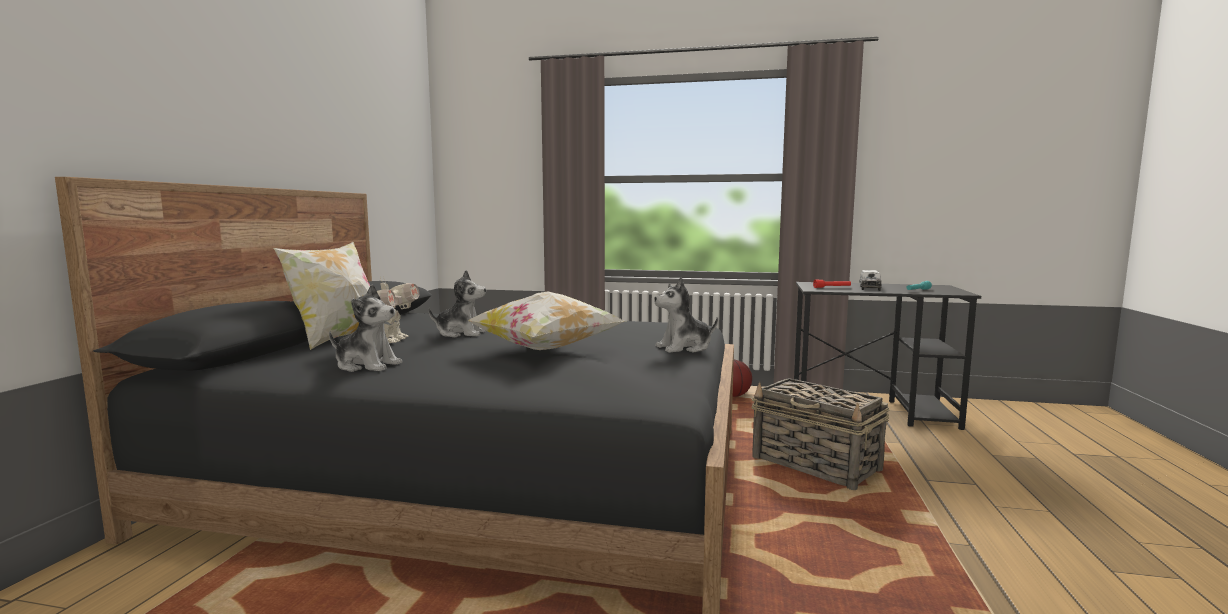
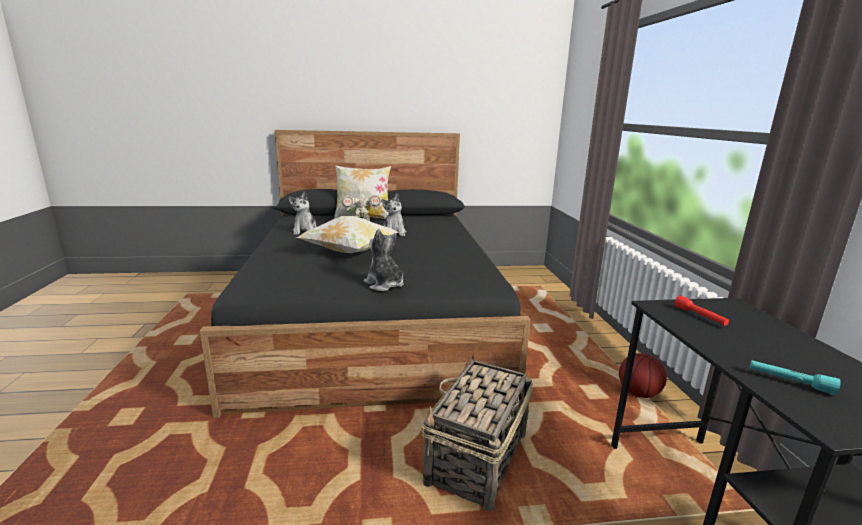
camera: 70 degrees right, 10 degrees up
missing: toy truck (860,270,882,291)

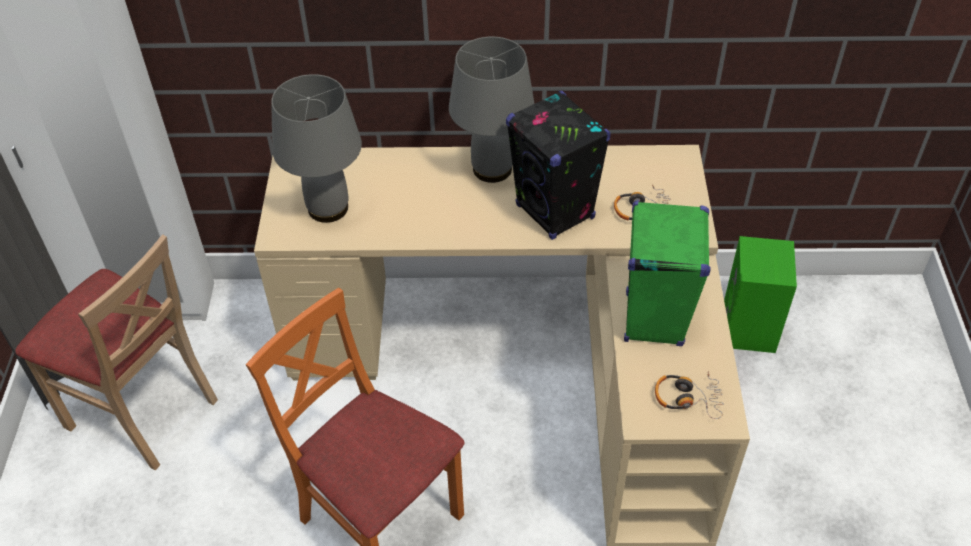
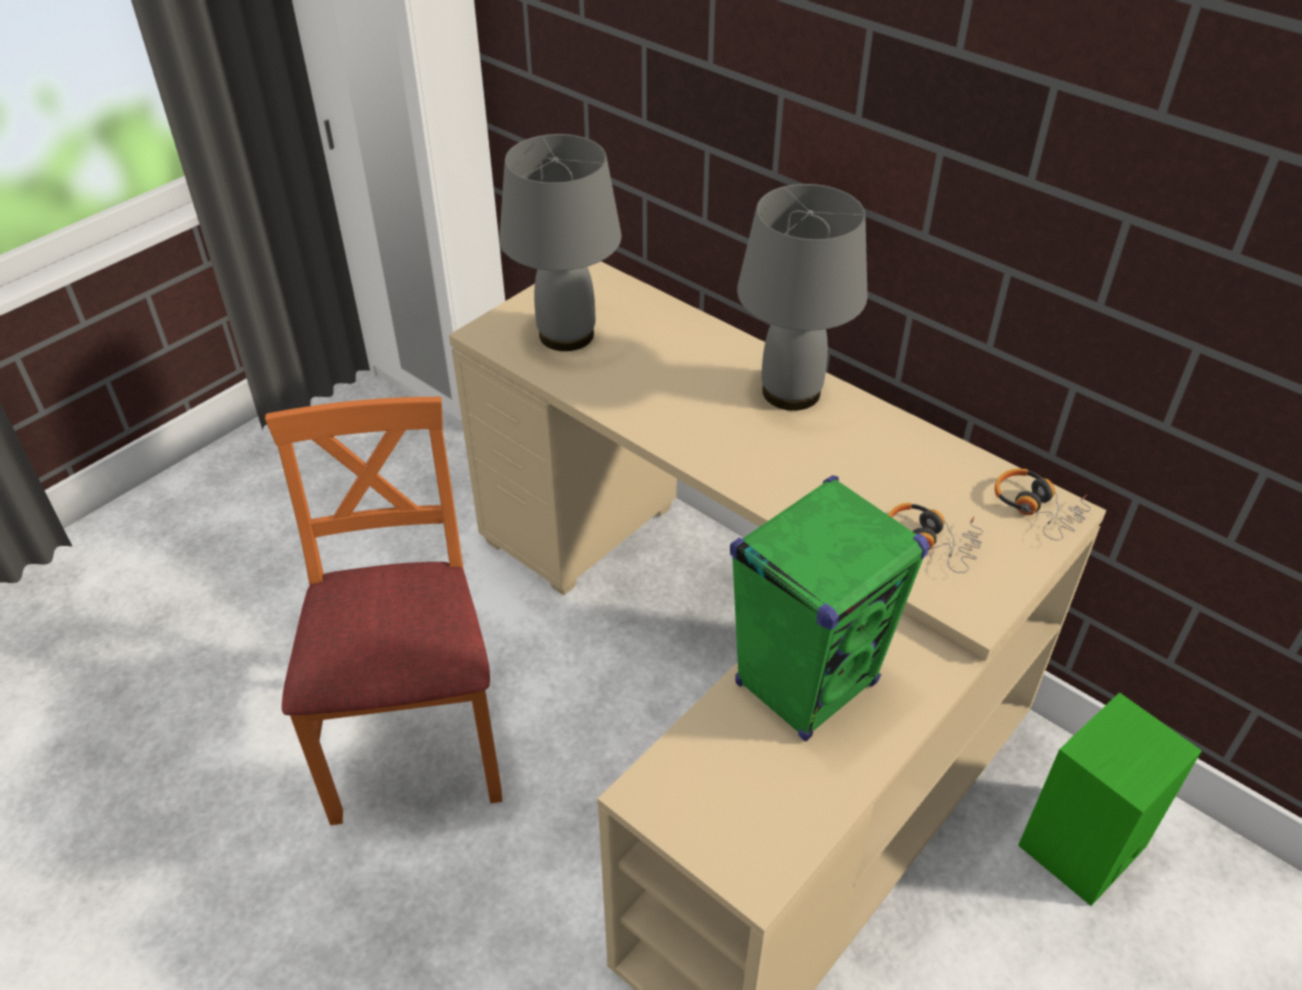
camera: 40 degrees right, 5 degrees down
missing: sand-coloured plain chair (15,234,218,470); black-coloured speaker (506,91,611,240)
relocated: headphones (655,371,724,419) to (995,469,1091,540)

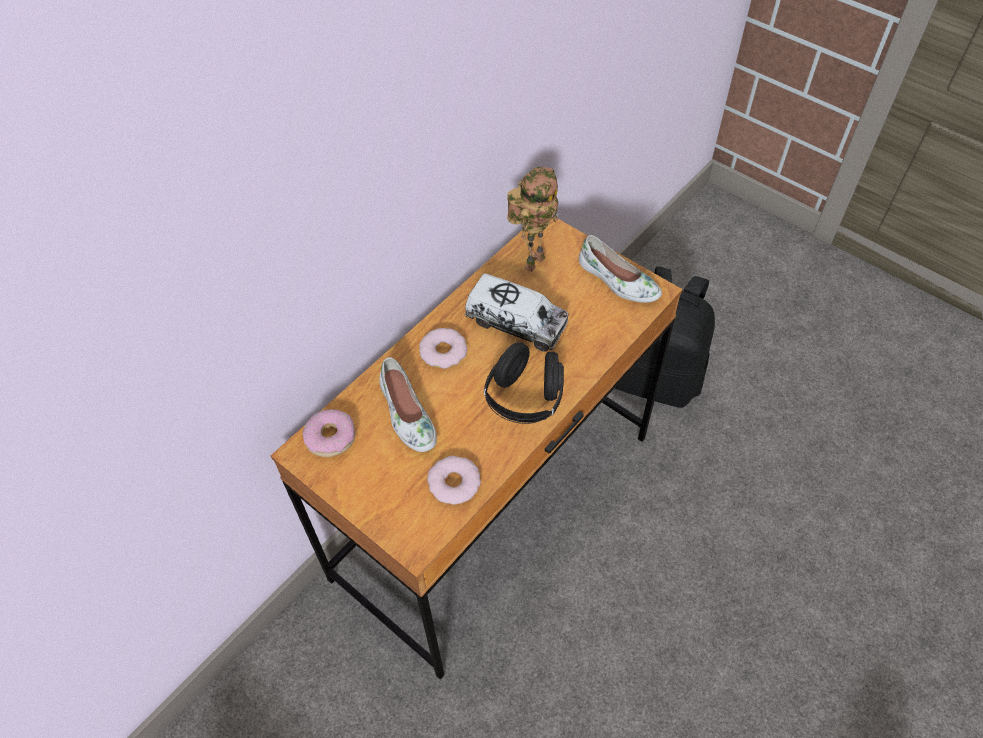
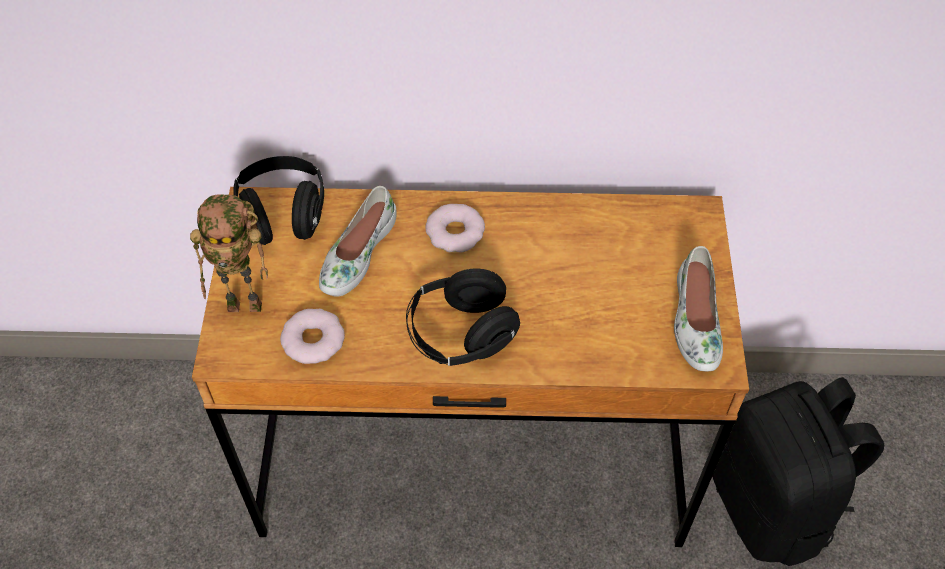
camera: 50 degrees right, 0 degrees up
missing: toy truck (465,273,569,352)
relocated: toy robot (507,167,558,272) to (190,194,268,312)
exchanged: donut (303,409,355,457) to black-coloured headphones (233,156,324,245)

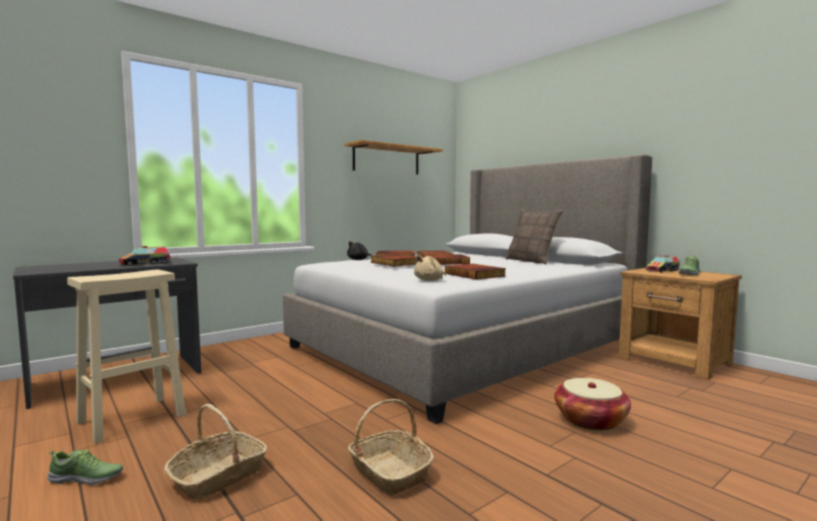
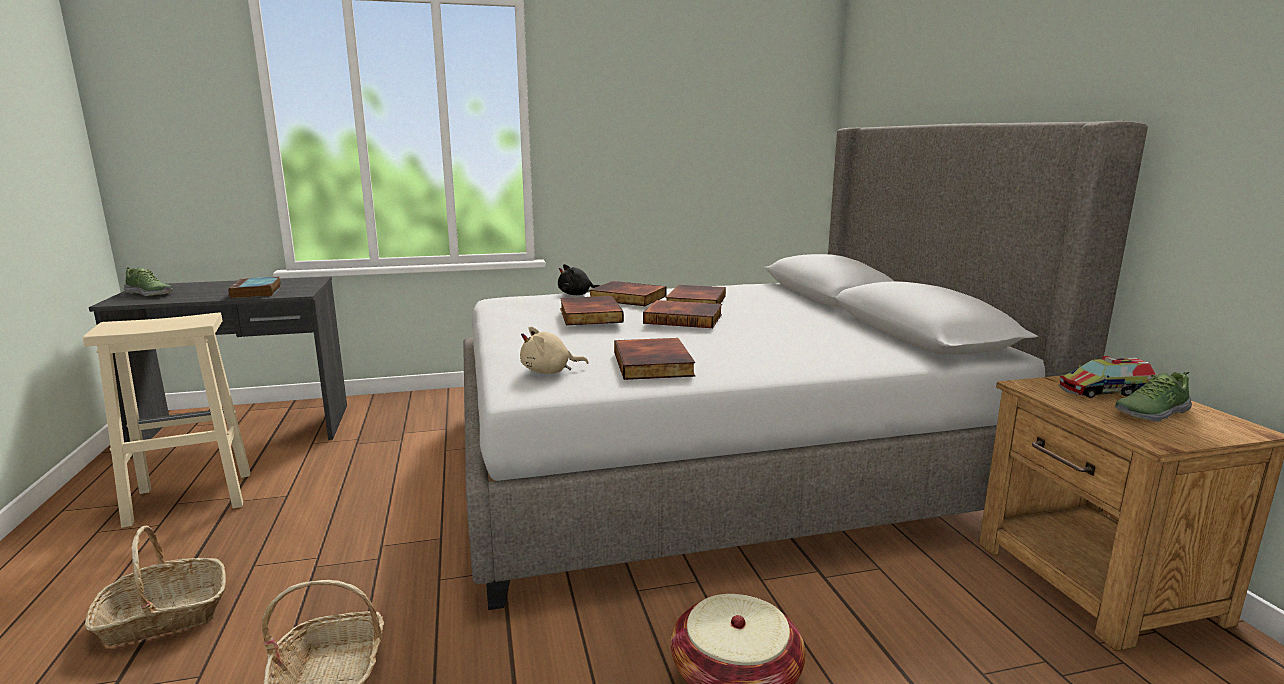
camera: 25 degrees right, 10 degrees up
missing: shelf (344,140,443,175); pillow (506,210,563,264)
relocated: low shoe (47,449,123,485) to (124,267,173,296)
exchanged: toy truck (119,246,170,266) to book (228,276,281,298)

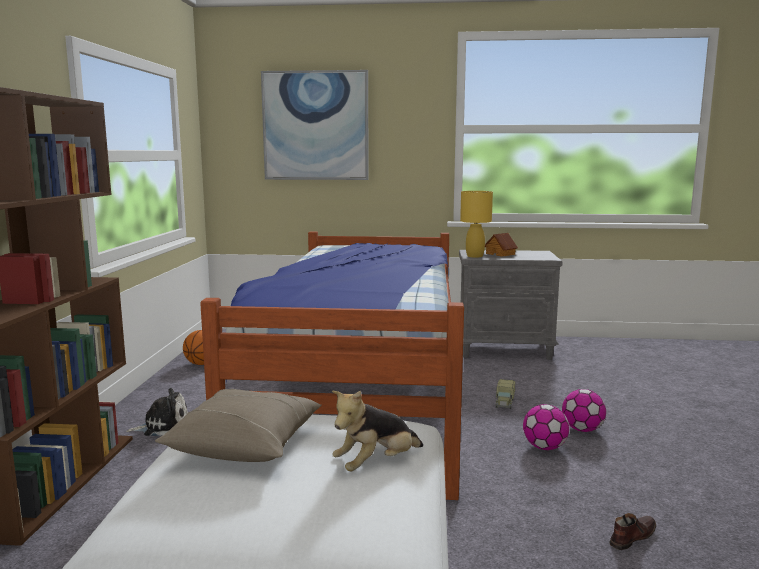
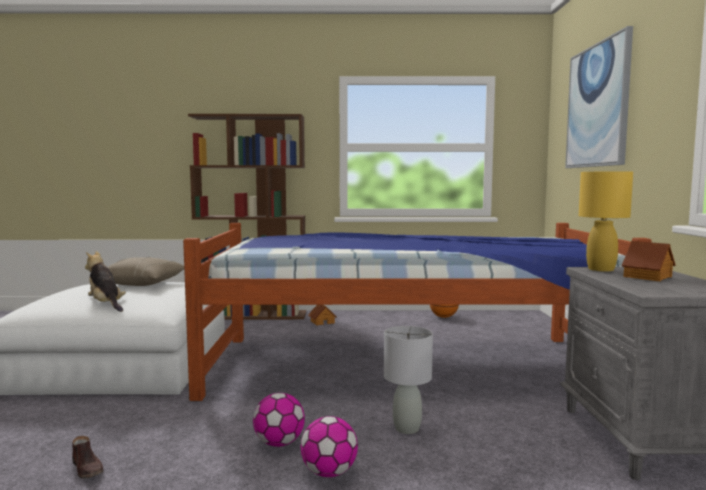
camera: 85 degrees right, 5 degrees down
exchanged: plush toy (126,388,188,436) to miniature house (308,305,337,326); toy truck (495,379,515,409) to greyish lamp for a table (384,326,433,434)

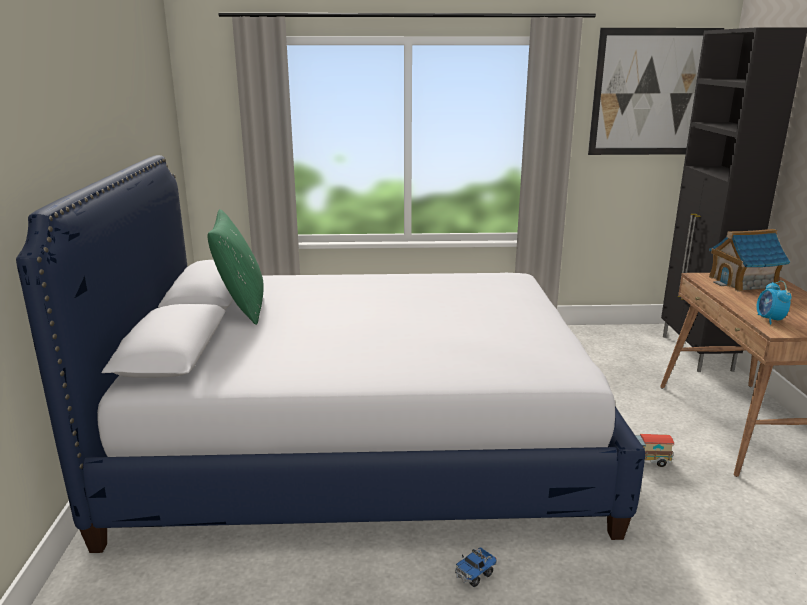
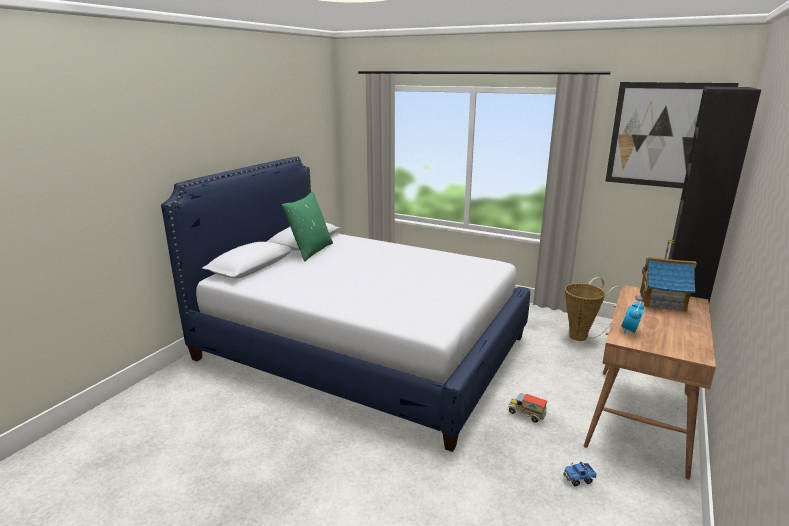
camera: 30 degrees right, 0 degrees up
appeared: storage basket (565,277,621,341)
relocated: toy truck (455,547,497,587) to (563,462,596,486)

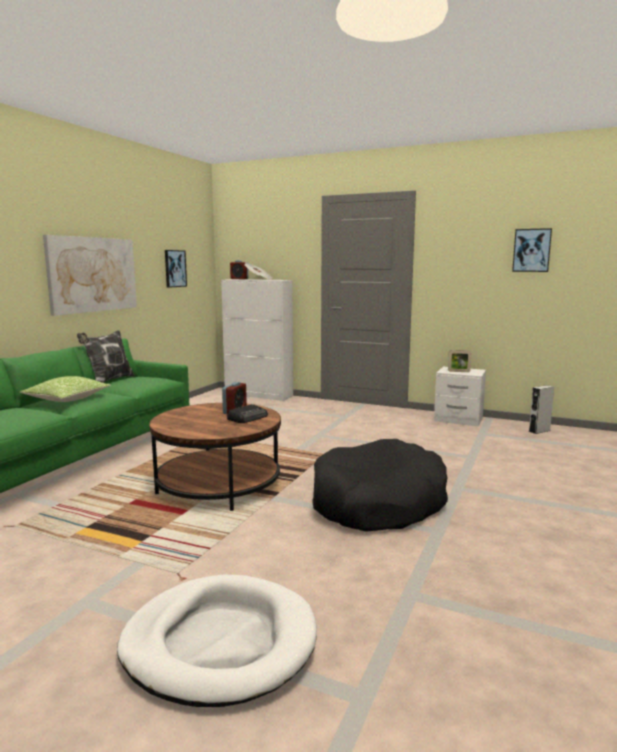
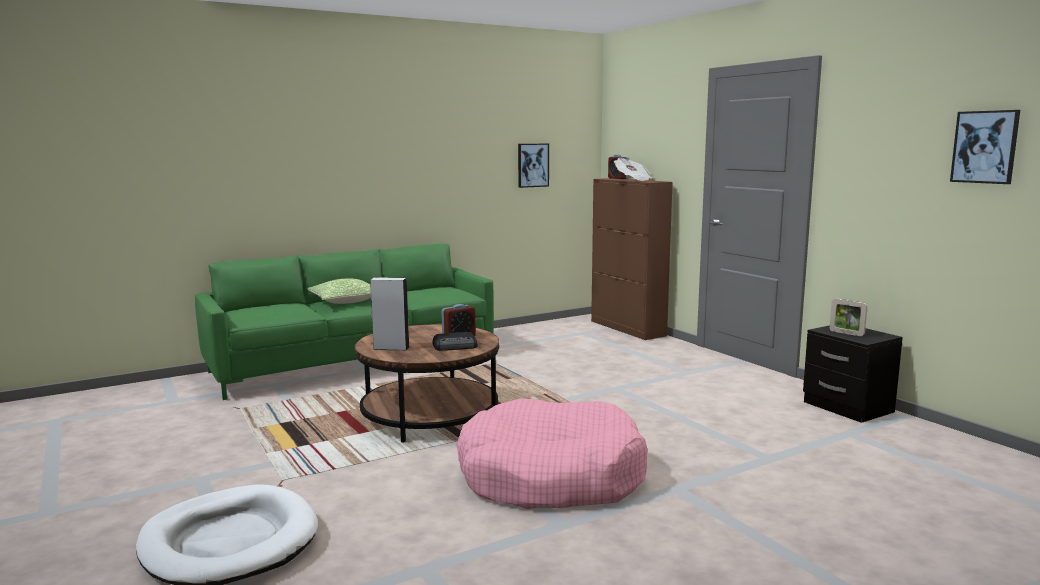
camera: 35 degrees right, 0 degrees up
missing: wall art (43,235,137,316); pillow (77,330,135,383)
relocated: greyish speaker (529,385,554,434) to (370,277,409,351)
colour: white cupboard (221,279,293,401) to brown cupboard (591,178,673,340); black-coloured pet bed (312,439,448,532) to pinkish pet bed (456,398,648,509); white bedside table (434,367,486,426) to black-coloured bedside table (803,325,903,423)

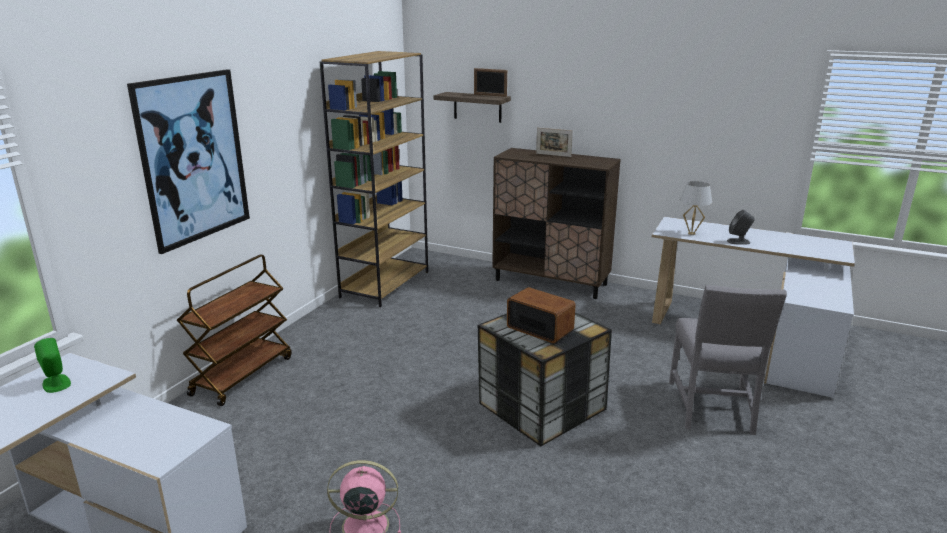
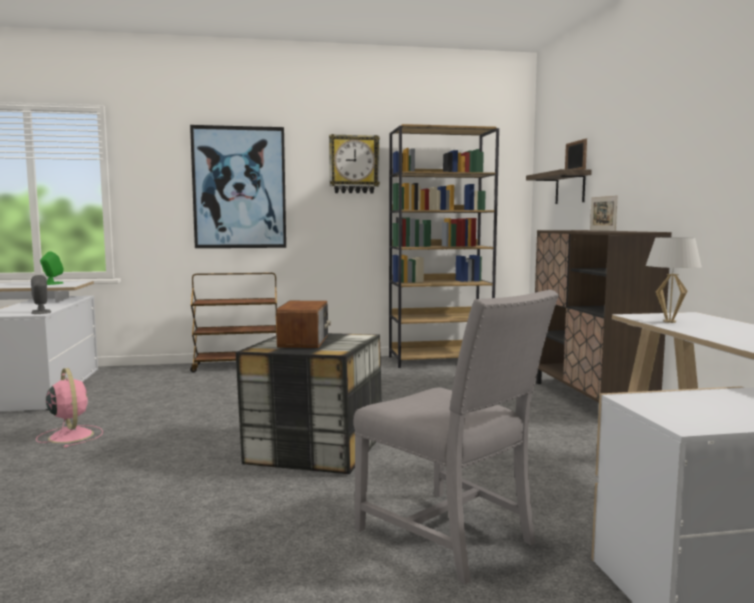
camera: 55 degrees right, 15 degrees down
appeared: wall clock (329,134,380,193)
relocated: greyish speaker (727,210,755,245) to (31,275,51,314)
spun: greyish plain chair (669,285,787,435) = (353,290,559,585) 105 degrees counterclockwise

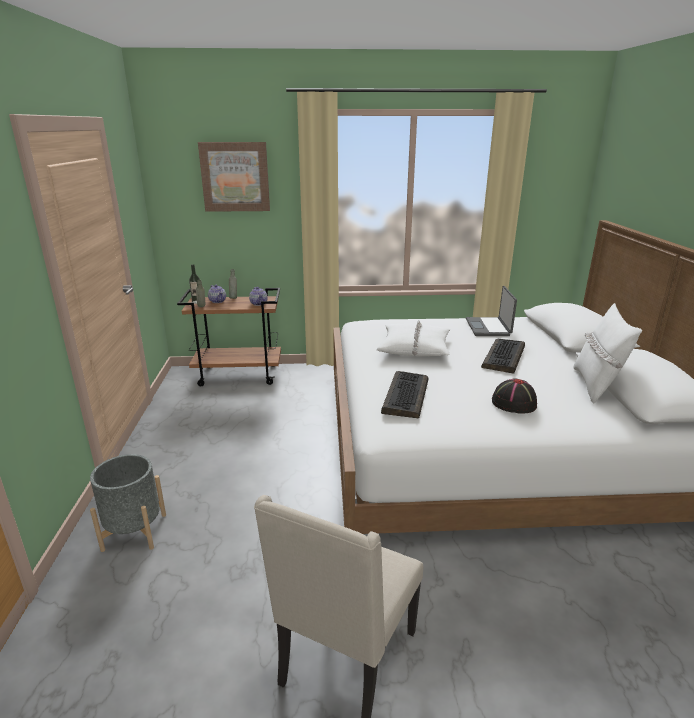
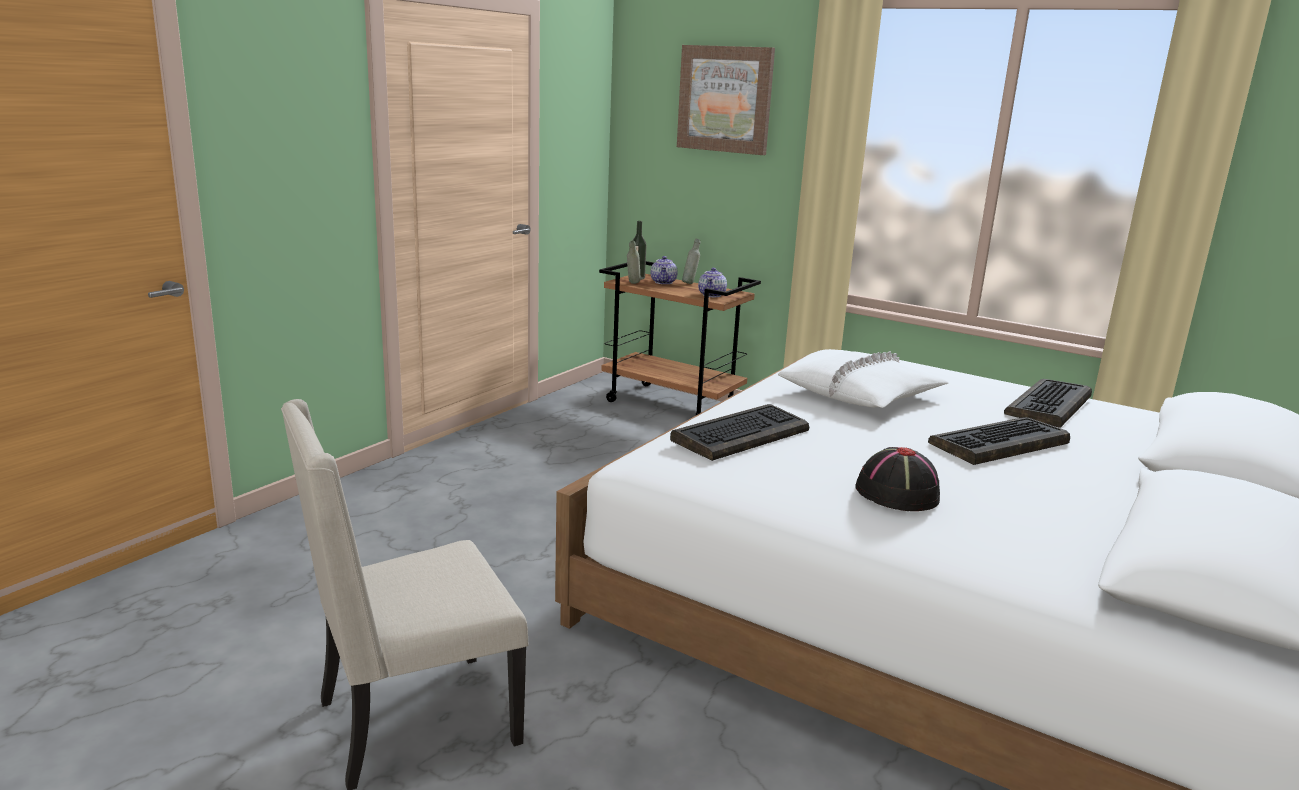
camera: 35 degrees right, 5 degrees down
missing: greyish flower pot (90,454,166,552); white pillow (573,303,642,404)
exchanged: laptop (466,286,517,336) to computer keyboard (1004,379,1092,428)

